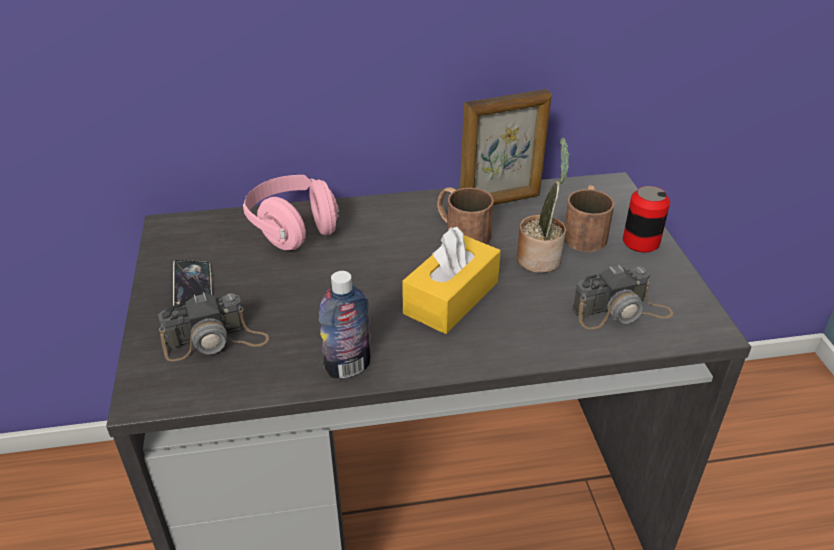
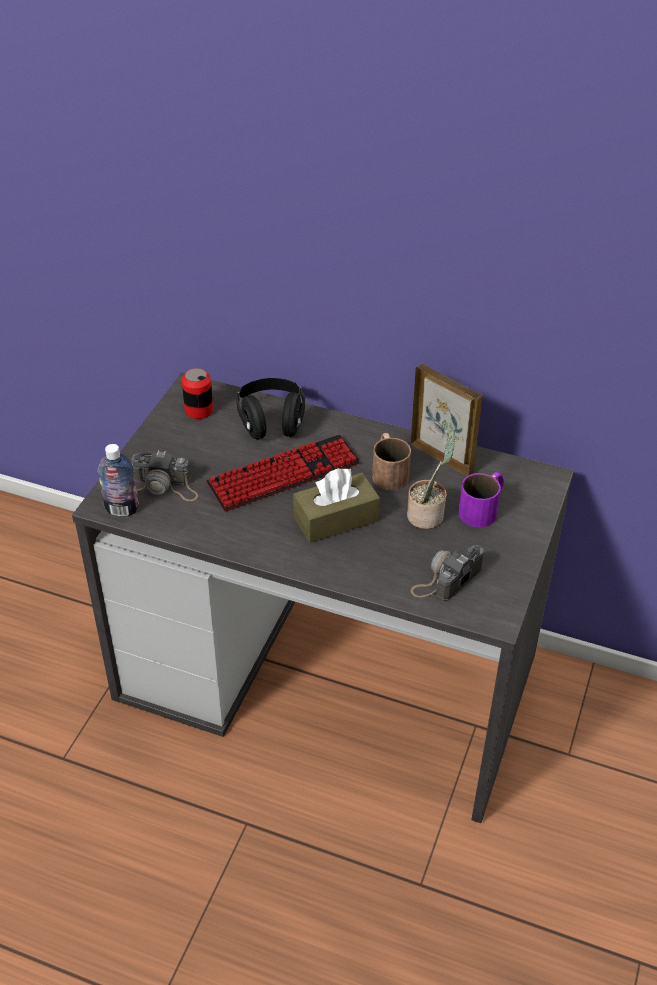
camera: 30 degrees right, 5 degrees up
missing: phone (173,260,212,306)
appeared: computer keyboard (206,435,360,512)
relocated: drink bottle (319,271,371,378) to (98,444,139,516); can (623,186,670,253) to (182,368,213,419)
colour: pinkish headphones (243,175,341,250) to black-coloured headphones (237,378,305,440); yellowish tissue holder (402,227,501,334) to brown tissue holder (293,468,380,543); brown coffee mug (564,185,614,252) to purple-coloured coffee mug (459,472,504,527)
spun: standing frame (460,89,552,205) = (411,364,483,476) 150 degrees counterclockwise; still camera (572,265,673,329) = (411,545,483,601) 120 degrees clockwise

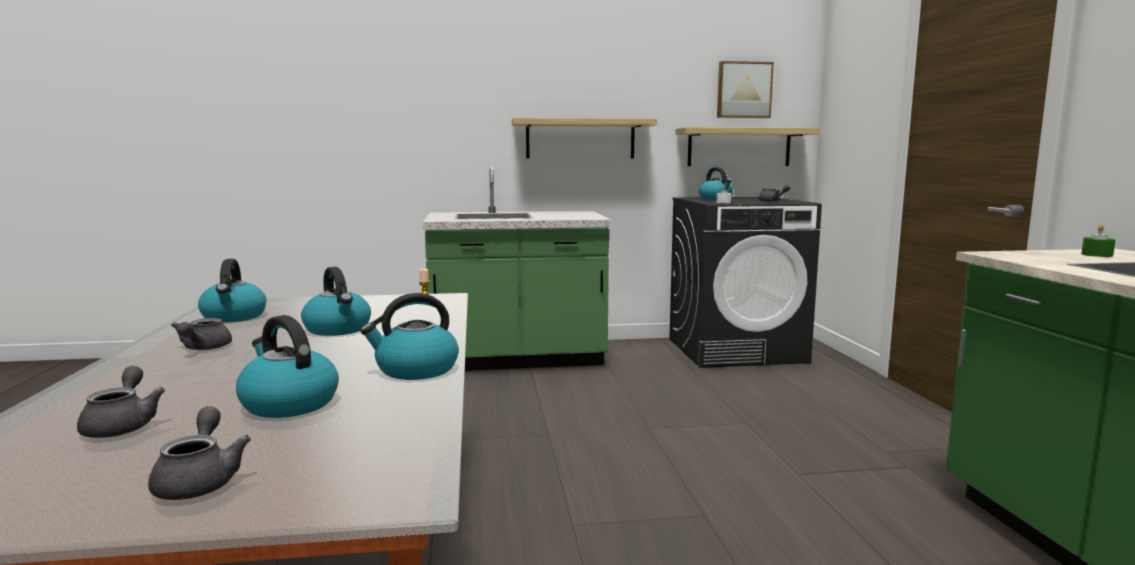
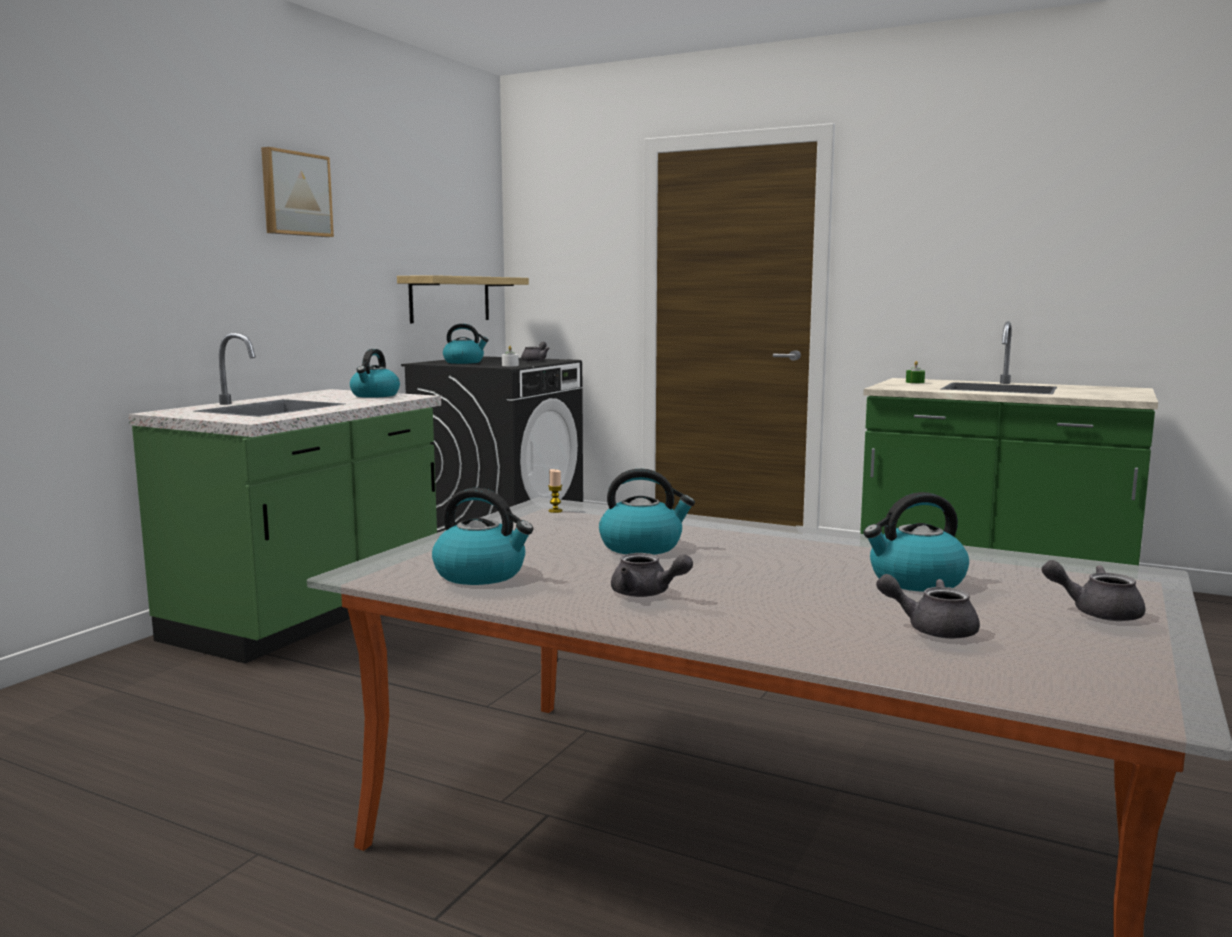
camera: 55 degrees left, 0 degrees up
missing: shelf (512,118,657,159)
relocated: tea kettle (360,293,459,380) to (350,349,400,398); wall art (717,61,774,118) to (261,147,334,237)

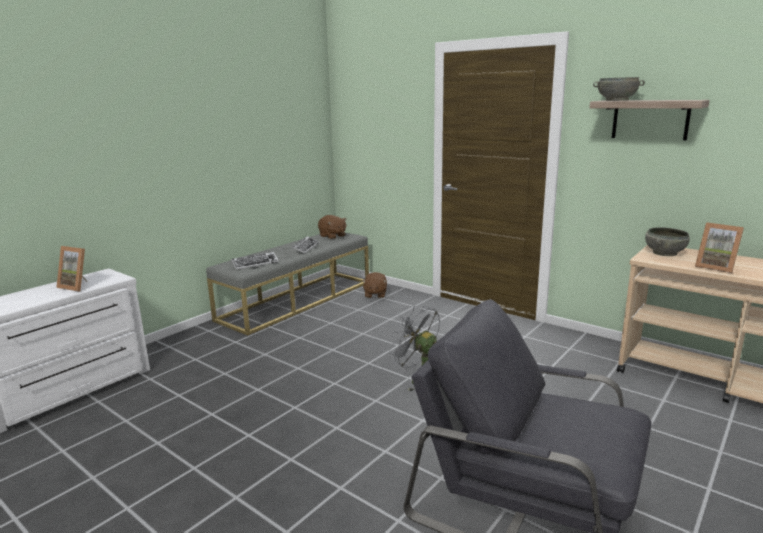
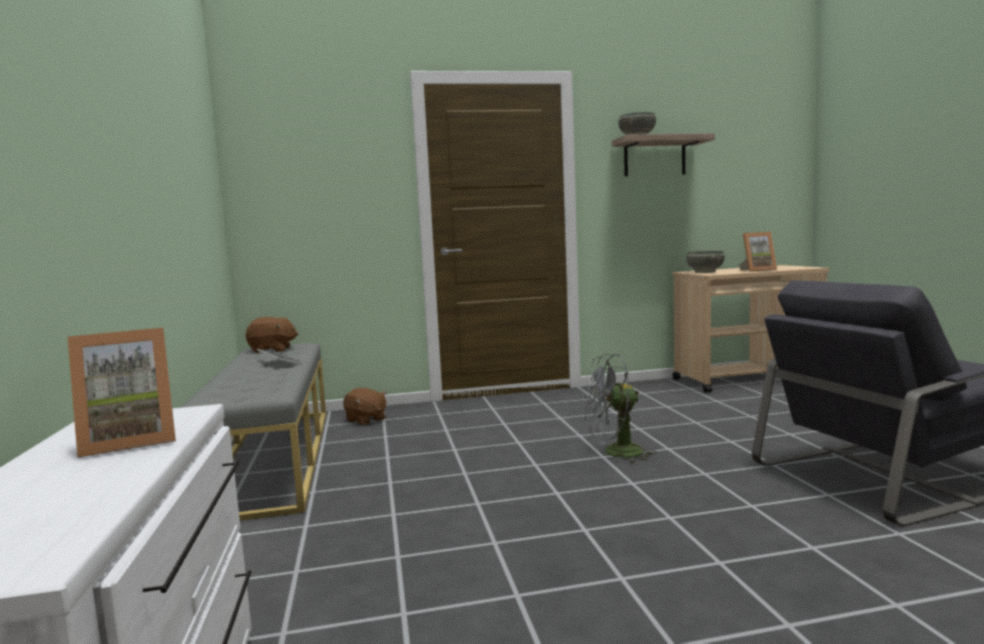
camera: 50 degrees left, 10 degrees down
missing: computer keyboard (231,252,279,270)

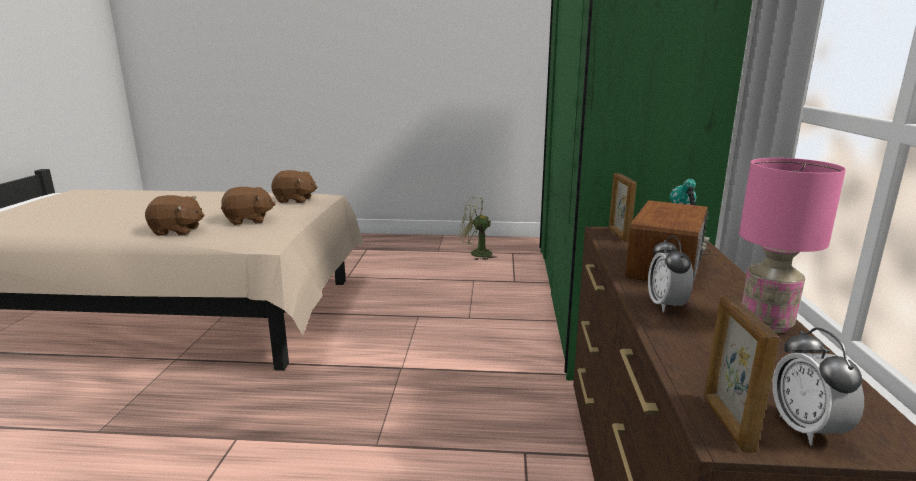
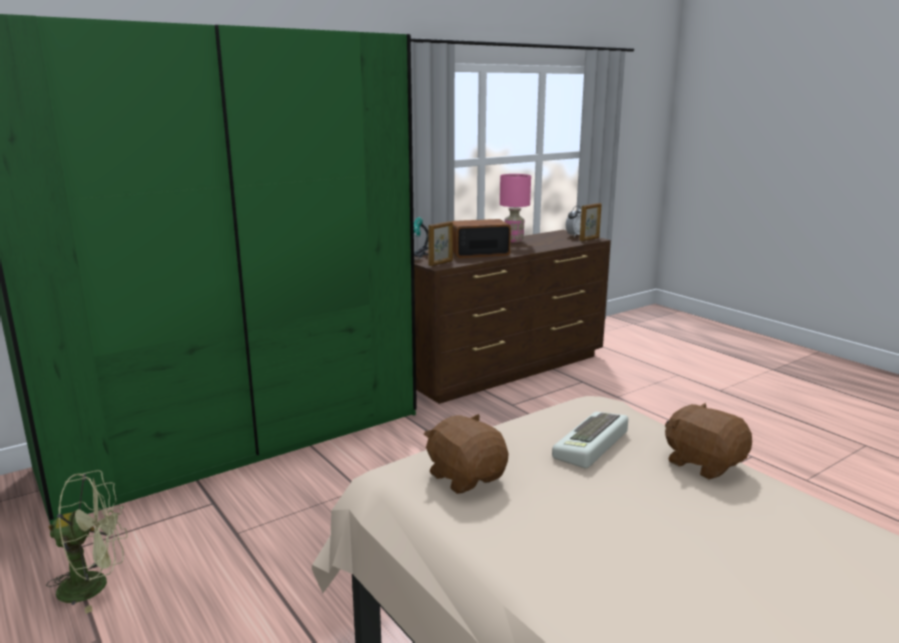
camera: 130 degrees left, 0 degrees up
missing: alarm clock (648,235,694,312)
exchanged: brown plush toy (221,187,276,225) to computer keyboard (552,412,628,469)
spun: green-coloured fan (459,197,497,260) = (46,470,127,614) 75 degrees counterclockwise

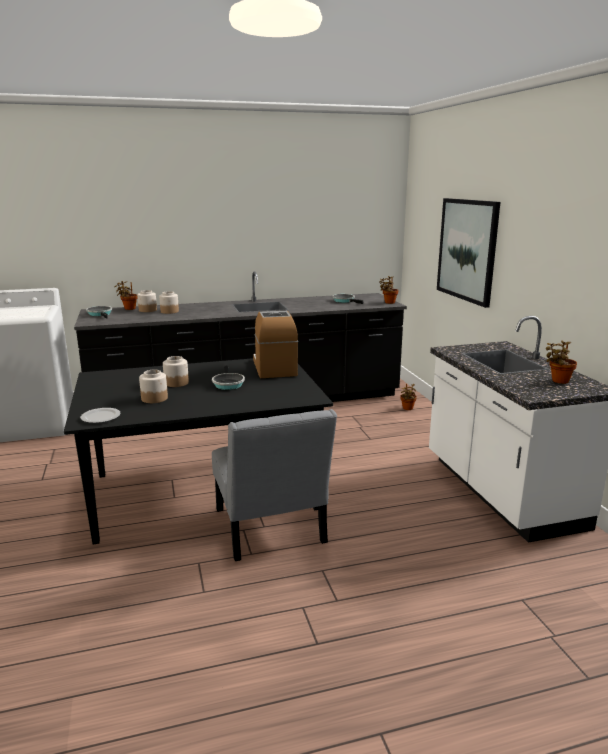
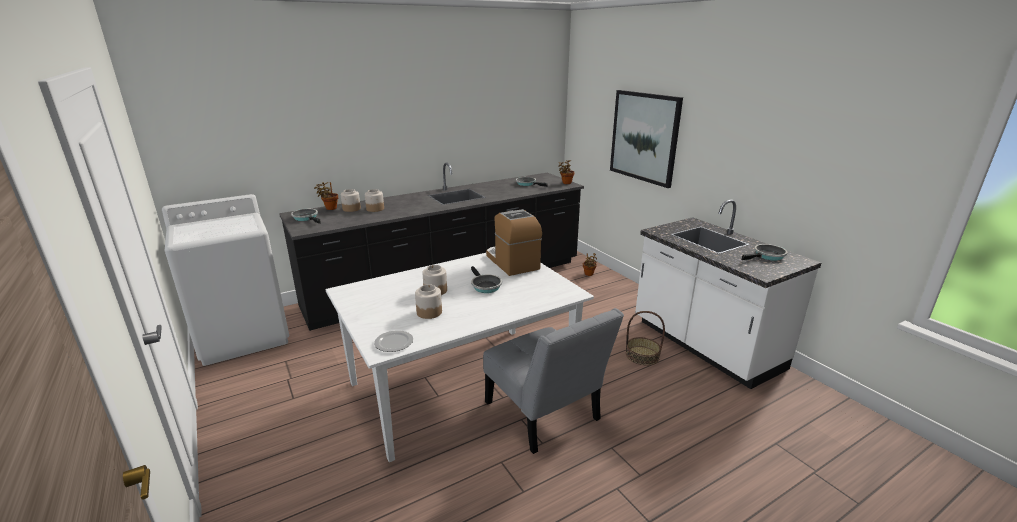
camera: 15 degrees left, 5 degrees up
appeared: storage basket (626,311,665,366)
exchanged: plant in a pot (545,341,577,384) to skillet (742,244,788,261)
colour: black-coloured dinner table (64,358,333,544) to white dinner table (326,253,594,462)

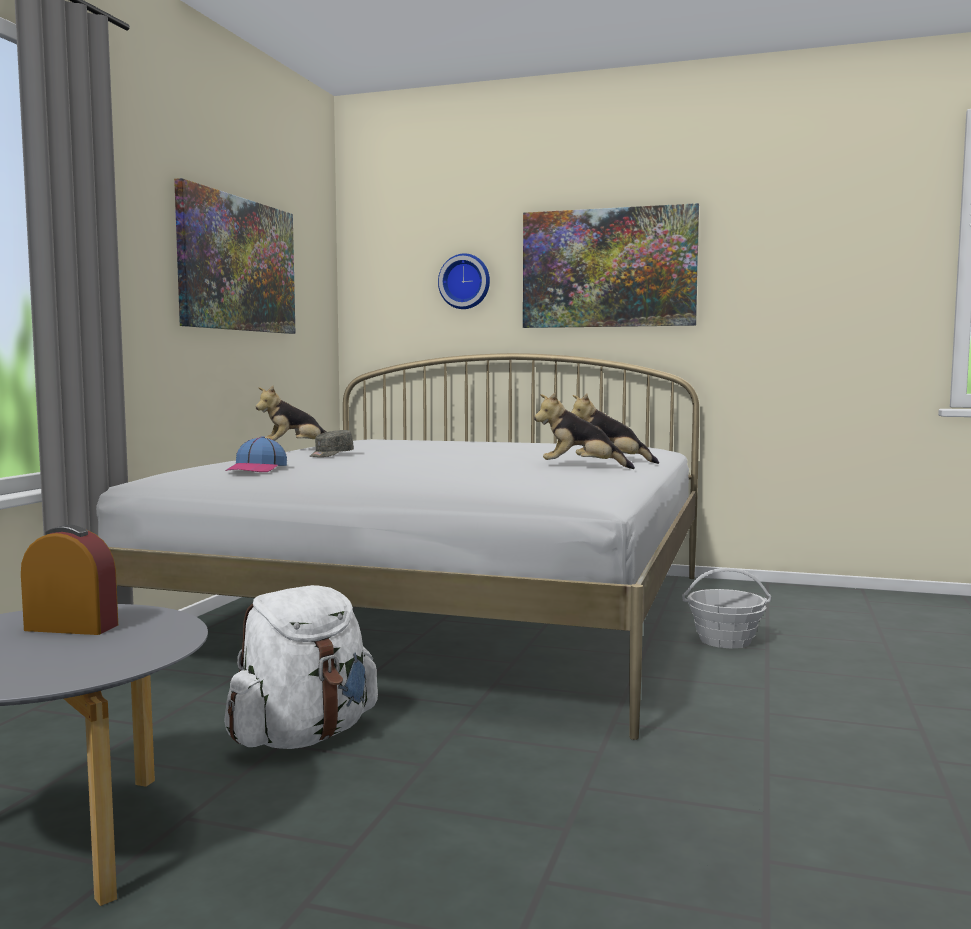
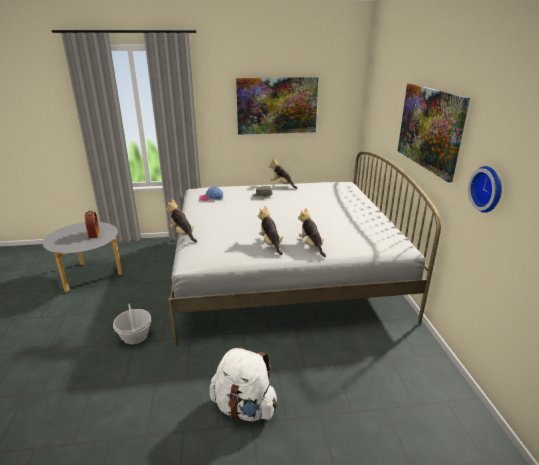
camera: 65 degrees right, 20 degrees up
appeared: plush toy (166,199,197,243)
relocated: white backpack (224,585,378,749) to (210,347,278,421); wall clock (438,254,490,309) to (468,166,502,213); storage basket (682,568,771,648) to (113,304,151,344)

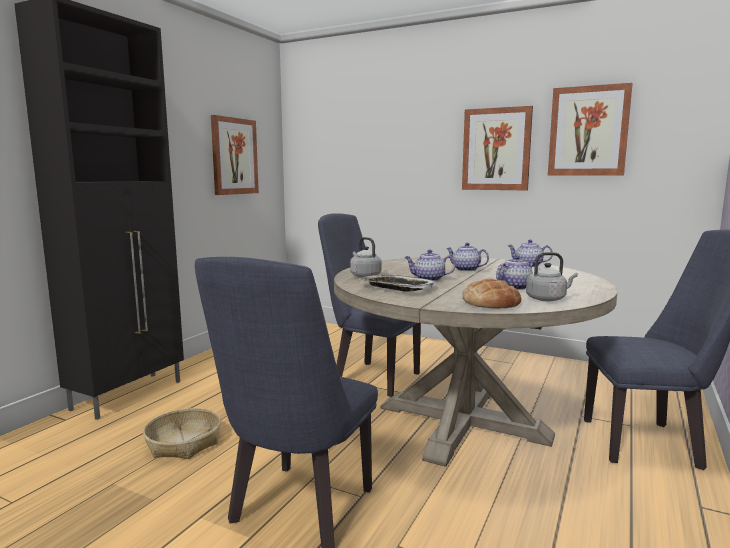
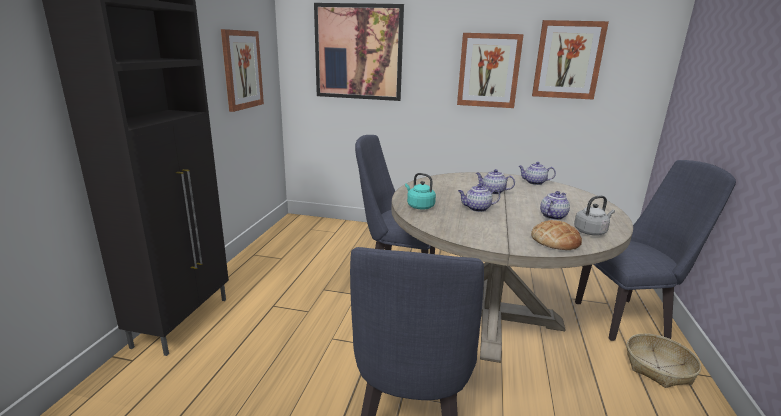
camera: 15 degrees left, 10 degrees up
missing: tray (359,275,436,292)
appeared: wall art (314,3,404,101)
relocated: storage basket (143,408,221,459) to (627,333,701,388)
colour: greyish tea kettle (350,237,382,277) to blue-green tea kettle (405,173,436,209)

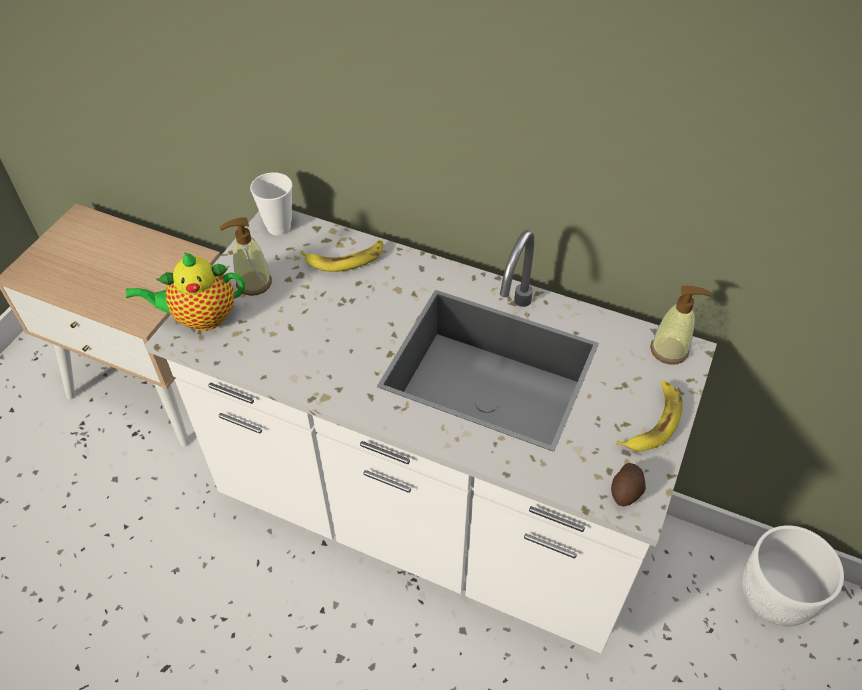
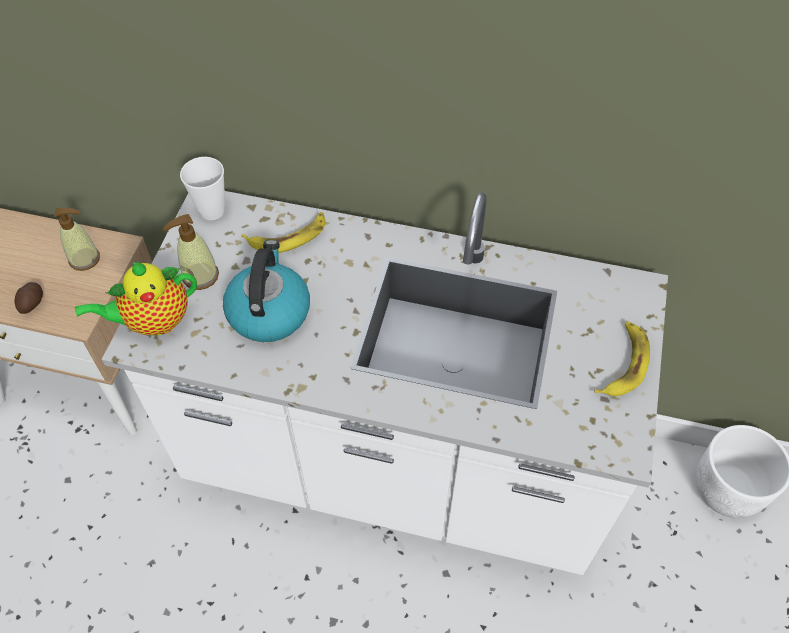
camera: 10 degrees left, 5 degrees up
appeared: tea kettle (223,240,310,342)
relocated: spud (611,463,646,506) to (14,282,43,314); soap dispenser (650,286,712,365) to (54,207,100,271)

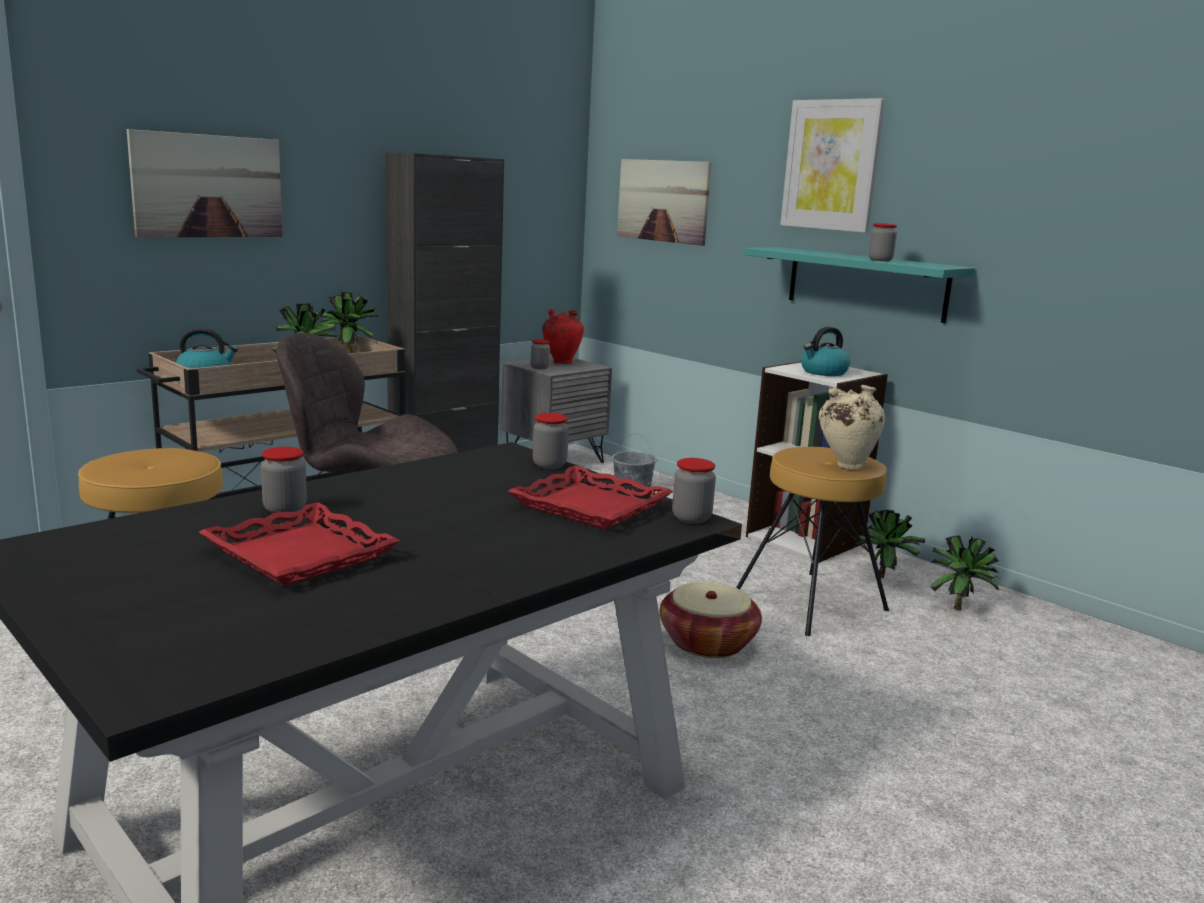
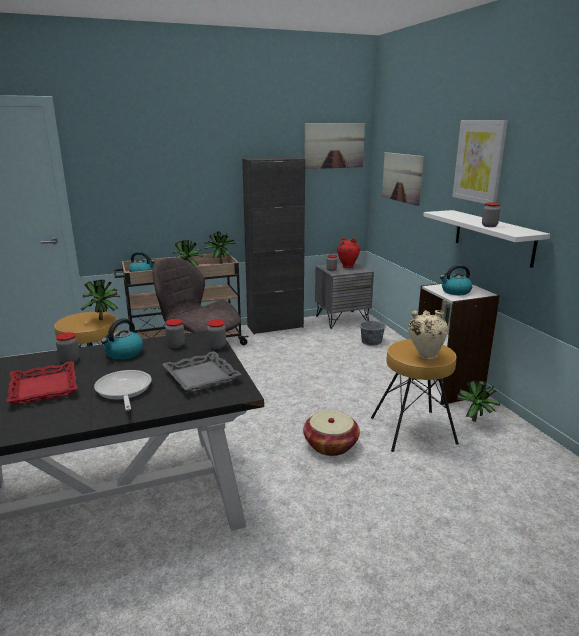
camera: 25 degrees right, 5 degrees up
appeared: skillet (94,370,152,411); tea kettle (101,318,143,360)
relocated: wall art (127,129,282,237) to (304,123,365,169); preserve jar (672,458,716,524) to (165,319,185,348); plant in a pot (930,535,999,610) to (81,280,121,320)
colour: reddish tray (508,465,673,529) to greyish tray (162,351,242,393); blue-green shelf (745,247,975,323) to white shelf (423,210,550,268)

